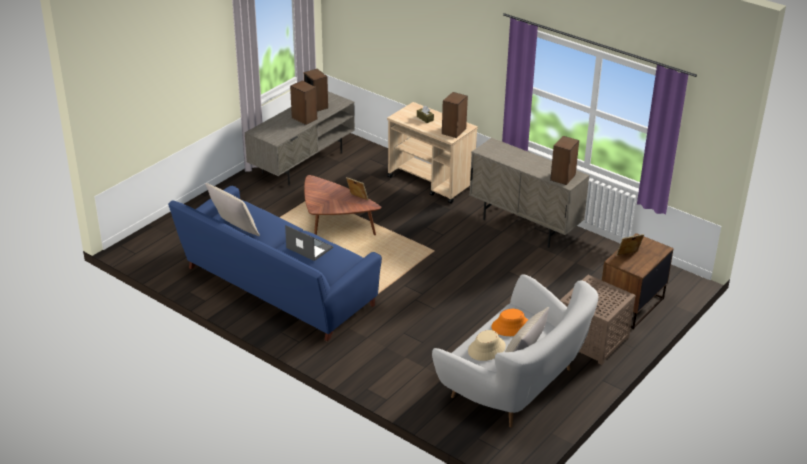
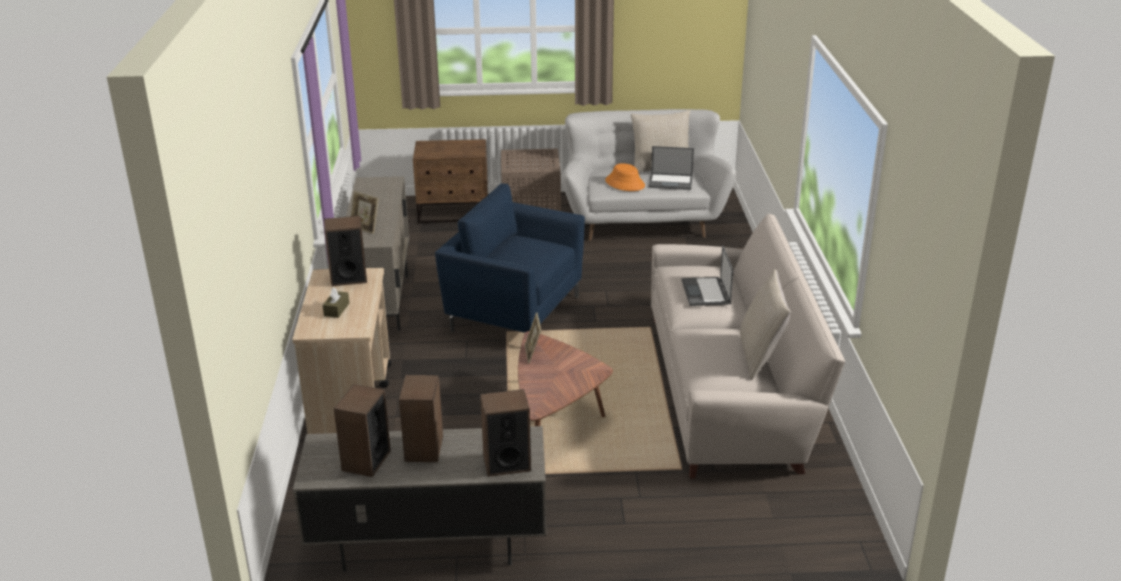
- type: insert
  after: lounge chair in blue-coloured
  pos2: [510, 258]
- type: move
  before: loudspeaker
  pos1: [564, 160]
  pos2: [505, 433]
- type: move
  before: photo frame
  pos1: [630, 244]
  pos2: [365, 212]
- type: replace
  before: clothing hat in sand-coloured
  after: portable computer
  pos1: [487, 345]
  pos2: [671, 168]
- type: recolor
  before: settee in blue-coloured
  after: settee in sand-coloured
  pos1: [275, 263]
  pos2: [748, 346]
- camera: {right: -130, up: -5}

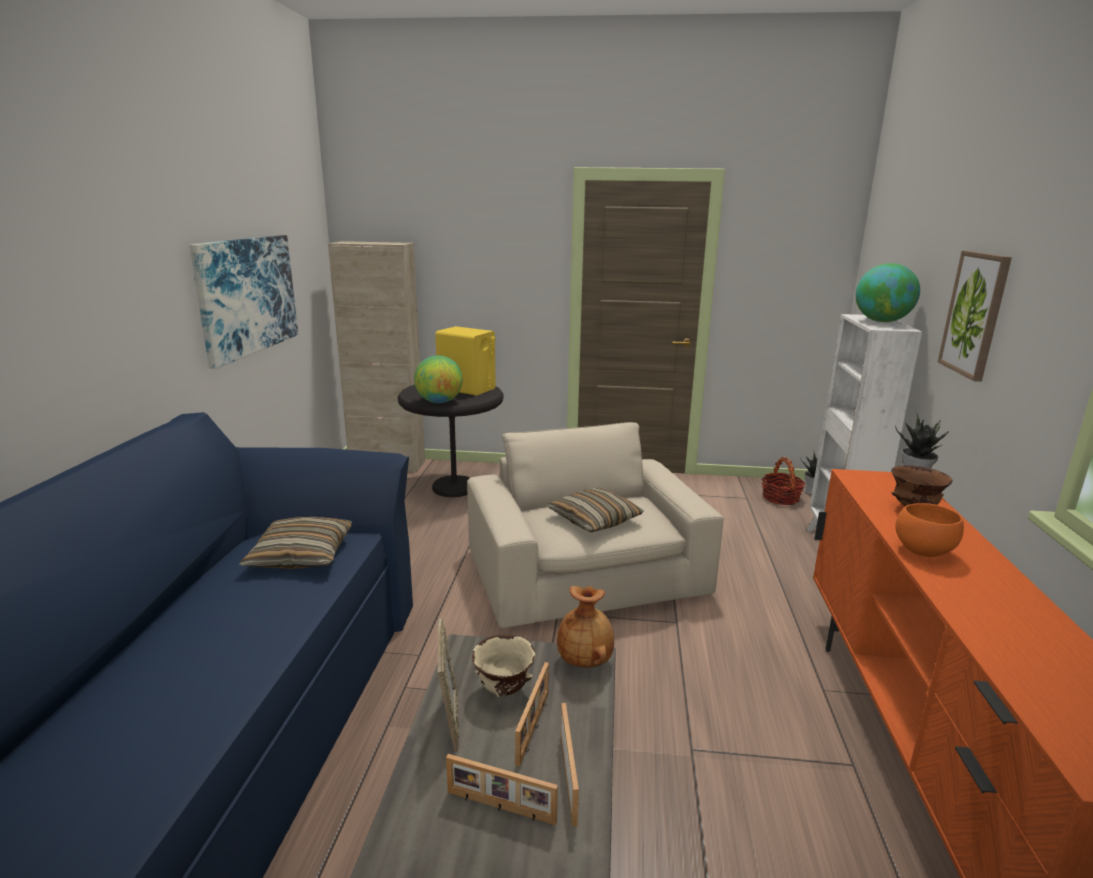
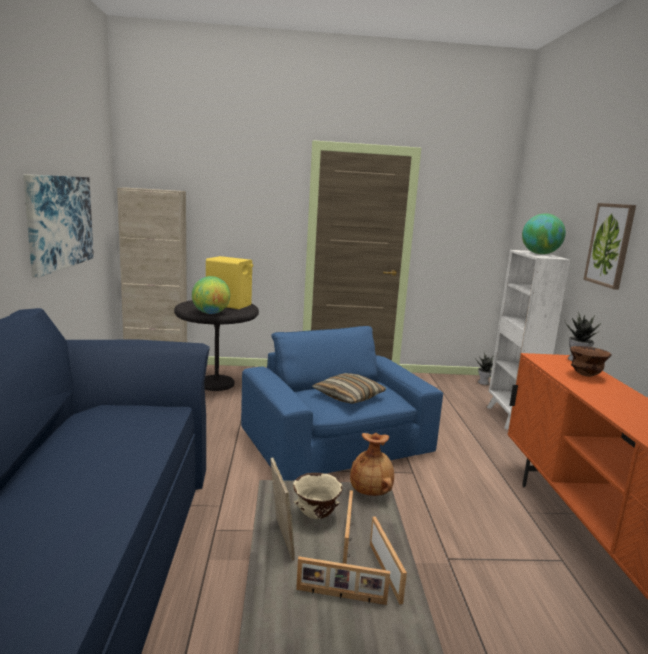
- type: delete
  before: cushion
  pos1: [295, 543]
- type: delete
  before: basket
  pos1: [783, 481]
- type: delete
  before: bowl in orangey
  pos1: [929, 530]
- type: recolor
  before: lounge chair in sand-coloured
  after: lounge chair in blue-coloured
  pos1: [595, 525]
  pos2: [342, 403]
- camera: {right: -10, up: -5}

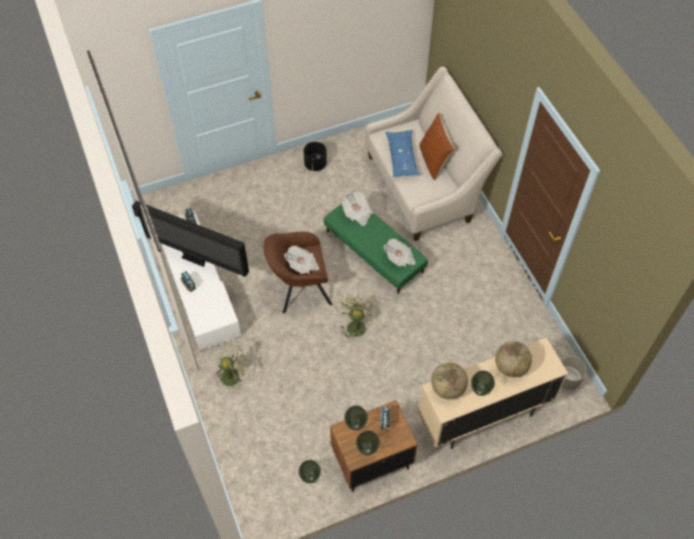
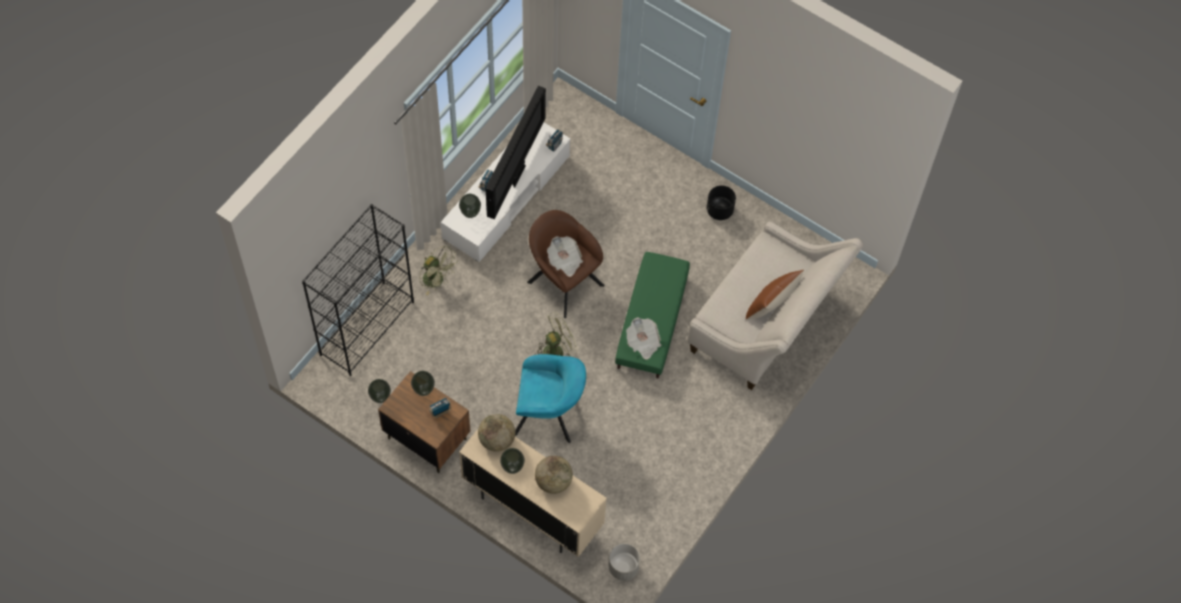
- type: delete
  before: printed paper
  pos1: [357, 209]
- type: delete
  before: cushion in blue-coloured
  pos1: [402, 153]
- type: insert
  after: bookshelf in blackish
  pos2: [358, 290]
- type: insert
  after: lounge chair in turquoise
  pos2: [550, 398]
- type: move
  before: flower vase
  pos1: [368, 443]
  pos2: [470, 206]
- type: rotate
  before: television
  pos1: [190, 239]
  pos2: [516, 152]
  turn: -150
- camera: {right: 55, up: 5}

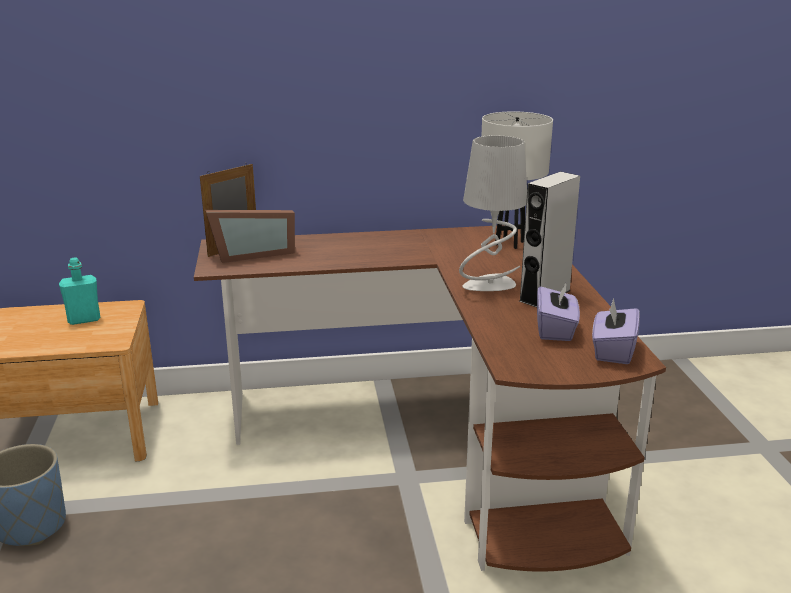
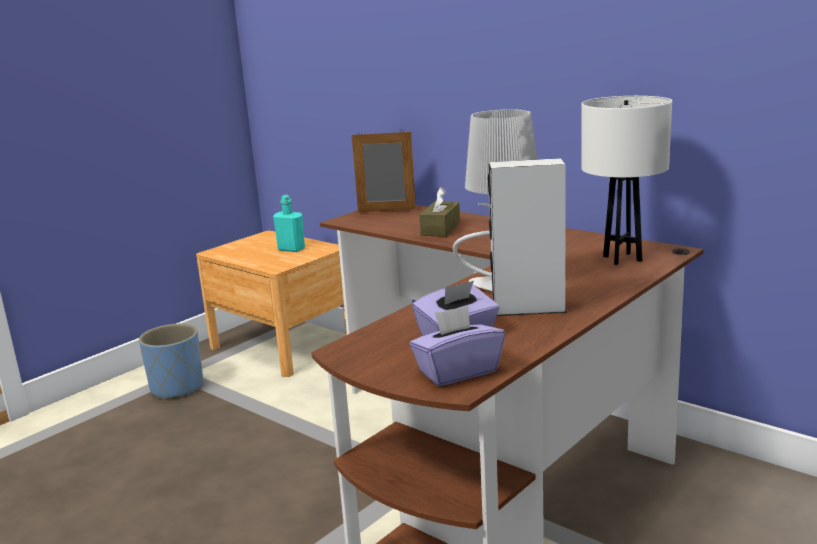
- type: delete
  before: photo frame
  pos1: [250, 236]
- type: insert
  after: box of tissues in brownish
  pos2: [439, 212]
- camera: {right: 50, up: -5}

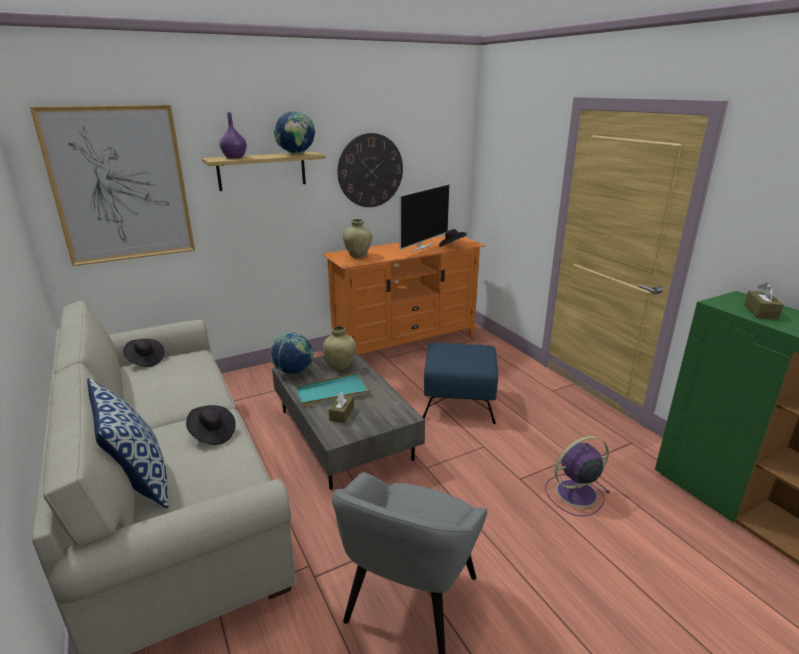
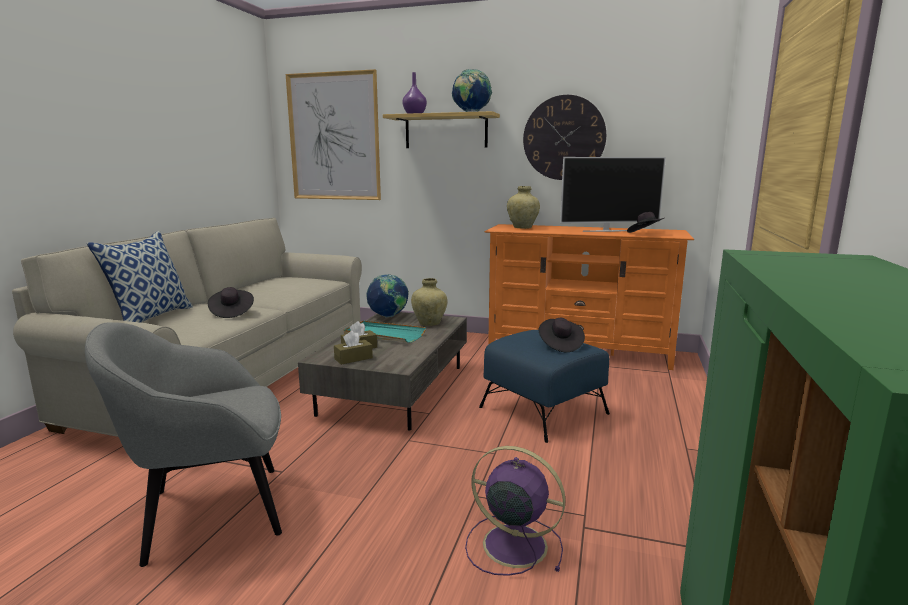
- type: move
  before: clothing hat in blackish
  pos1: [144, 353]
  pos2: [561, 335]
- type: move
  before: box of tissues in brownish
  pos1: [764, 301]
  pos2: [353, 348]
- camera: {right: 45, up: -10}

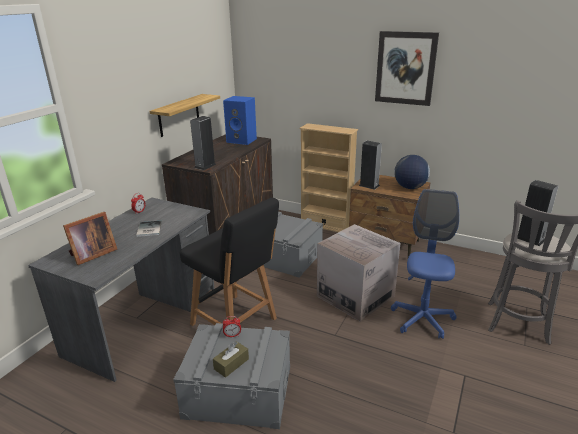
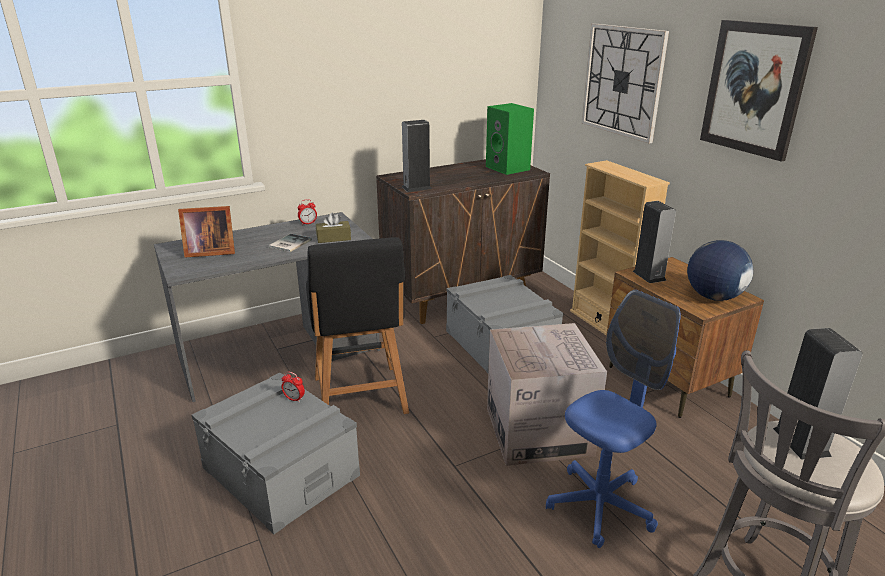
- type: delete
  before: bracket shelf
  pos1: [185, 115]
- type: insert
  after: wall clock
  pos2: [625, 83]
- type: move
  before: box of tissues in brownish
  pos1: [231, 359]
  pos2: [333, 228]
- type: recolor
  before: loudspeaker in blue-coloured
  after: loudspeaker in green-coloured
  pos1: [240, 120]
  pos2: [510, 139]
- camera: {right: 35, up: 0}

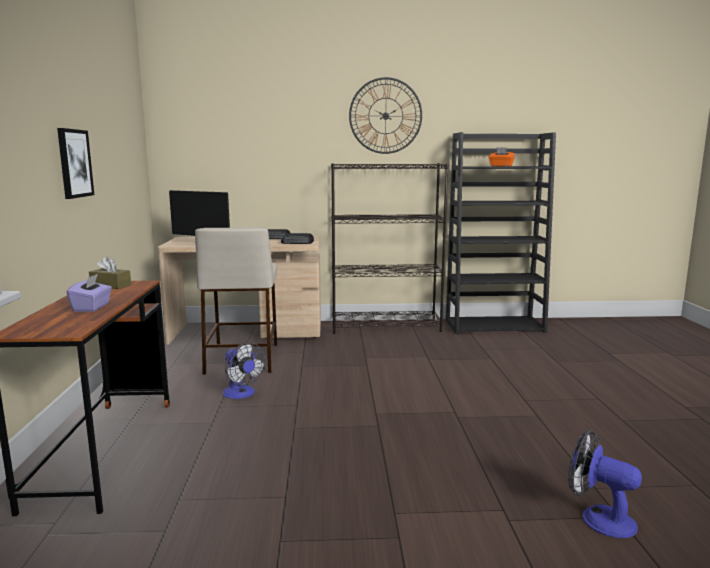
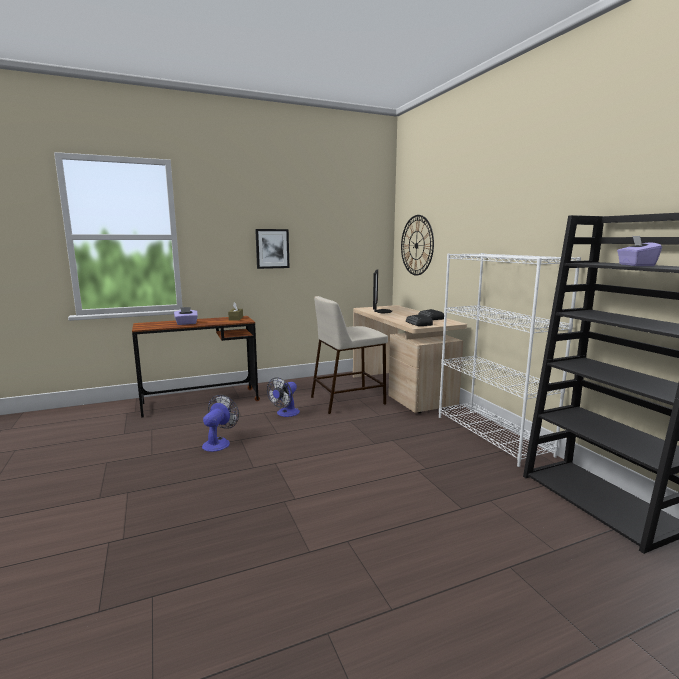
- type: move
  before: wall clock
  pos1: [385, 115]
  pos2: [417, 245]
- type: move
  before: cooling fan
  pos1: [605, 484]
  pos2: [220, 423]
- type: recolor
  before: bookshelf in blackish
  after: bookshelf in white
  pos1: [389, 248]
  pos2: [510, 360]
- type: recolor
  before: box of tissues in orangey
  after: box of tissues in purple
  pos1: [502, 157]
  pos2: [639, 251]
- camera: {right: 70, up: 0}

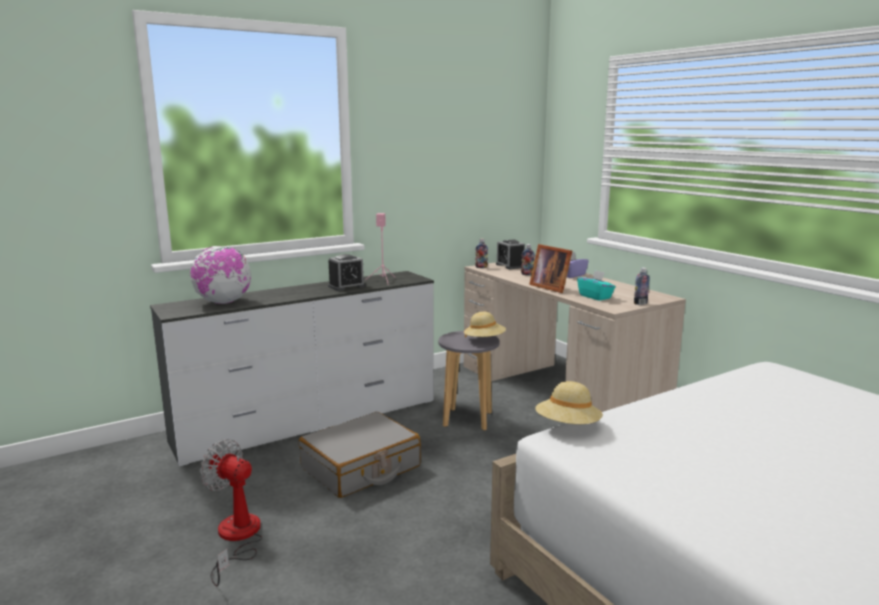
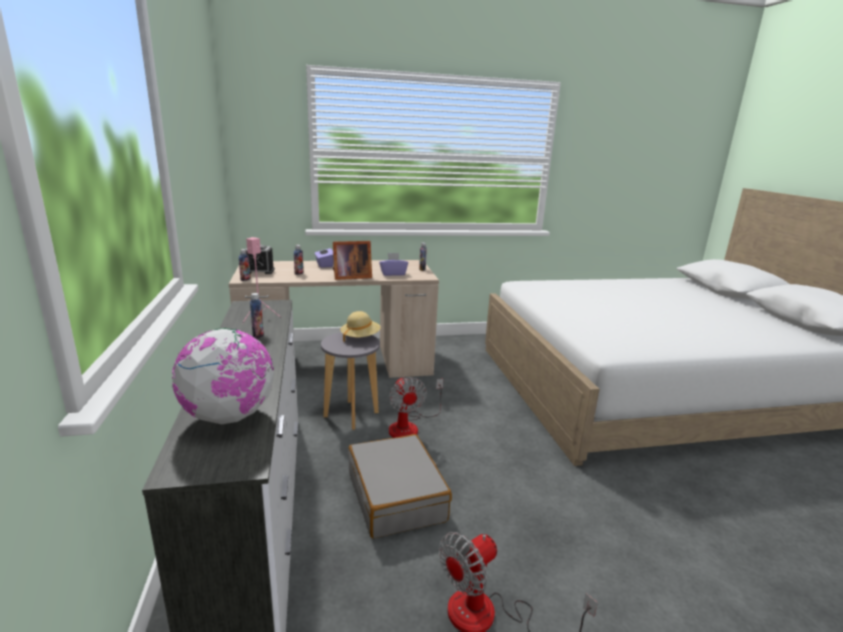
- type: delete
  before: clothing hat in sand-coloured
  pos1: [569, 402]
- type: insert
  after: cooling fan
  pos2: [416, 407]
- type: replace
  before: table clock
  after: drink bottle
  pos1: [347, 272]
  pos2: [257, 315]
- type: recolor
  before: box of tissues in turquoise
  after: box of tissues in purple
  pos1: [596, 285]
  pos2: [393, 264]
- camera: {right: -70, up: 5}

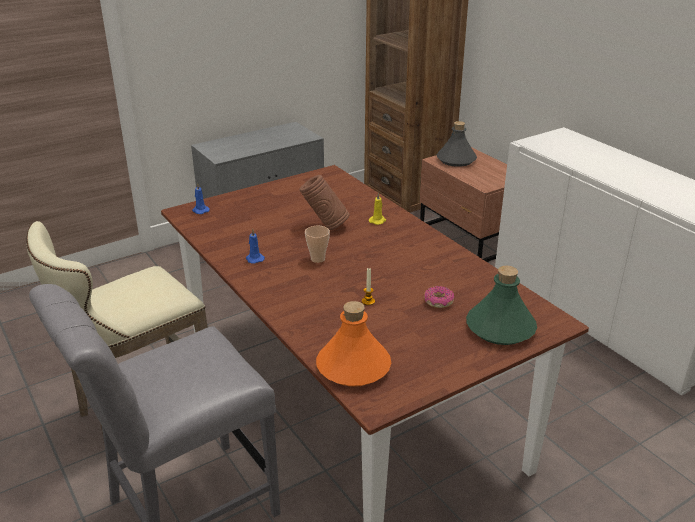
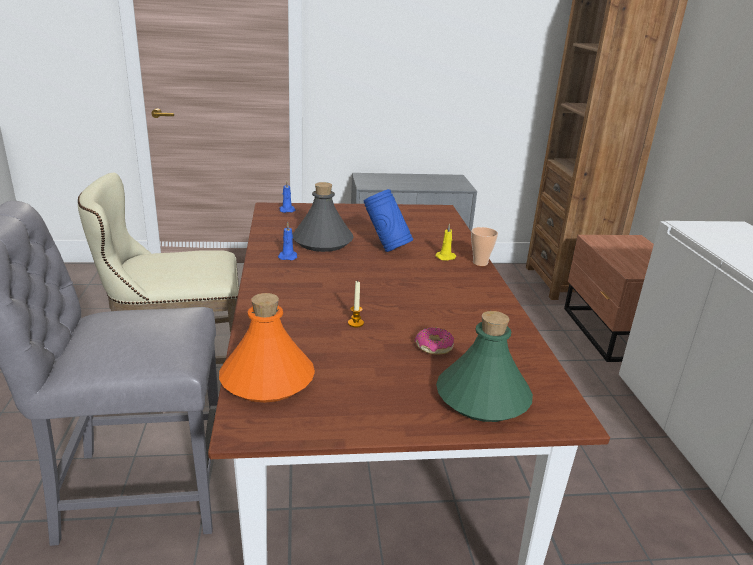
- type: move
  before: drinking cup
  pos1: [317, 244]
  pos2: [484, 246]
- type: move
  before: drink bottle in greyish
  pos1: [457, 144]
  pos2: [322, 217]
- type: recolor
  before: flower vase in brownish
  after: flower vase in blue-coloured
  pos1: [325, 202]
  pos2: [388, 220]
- camera: {right: 25, up: -5}

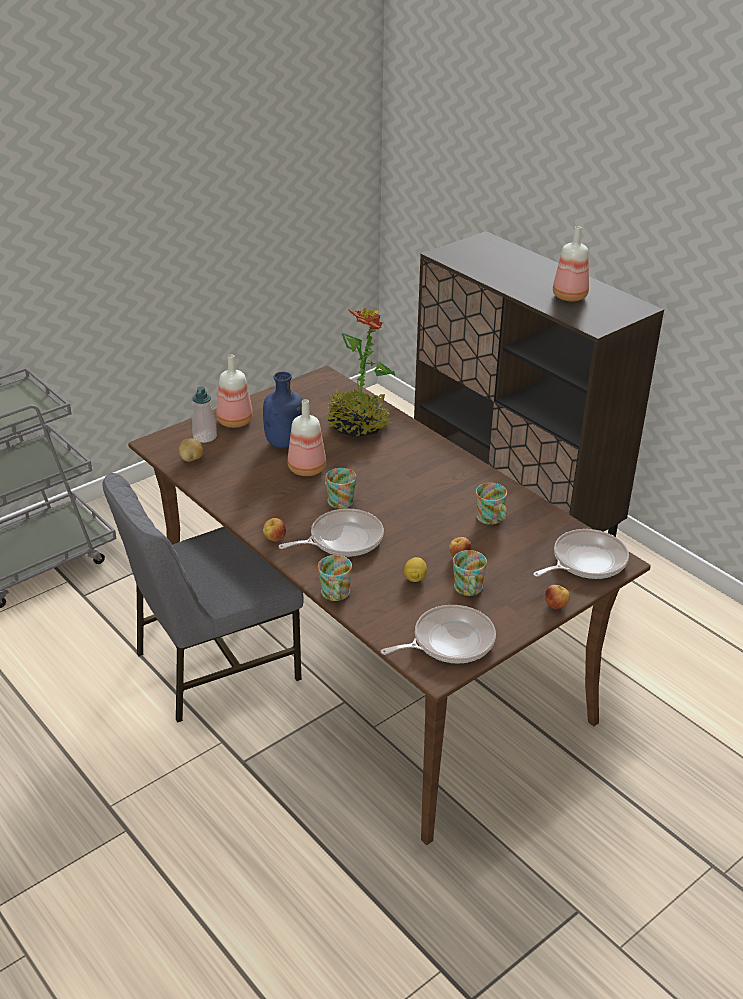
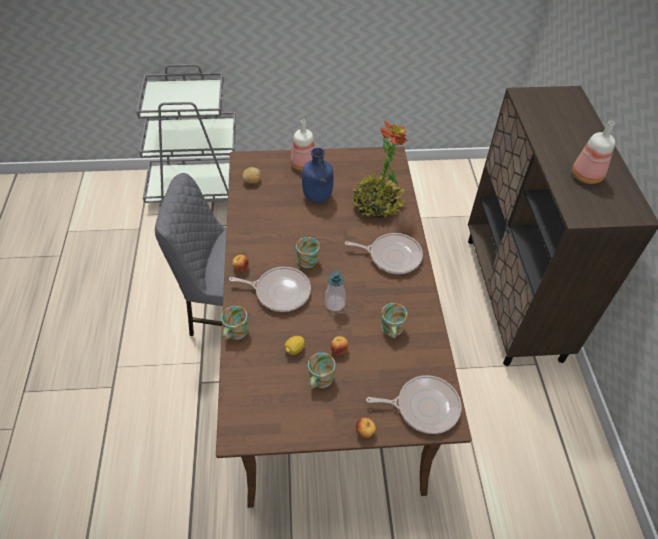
- type: delete
  before: drink bottle
  pos1: [307, 437]
- type: move
  before: soap dispenser
  pos1: [204, 414]
  pos2: [335, 291]
- type: move
  before: frying pan
  pos1: [438, 634]
  pos2: [384, 253]
- camera: {right: 35, up: 15}

